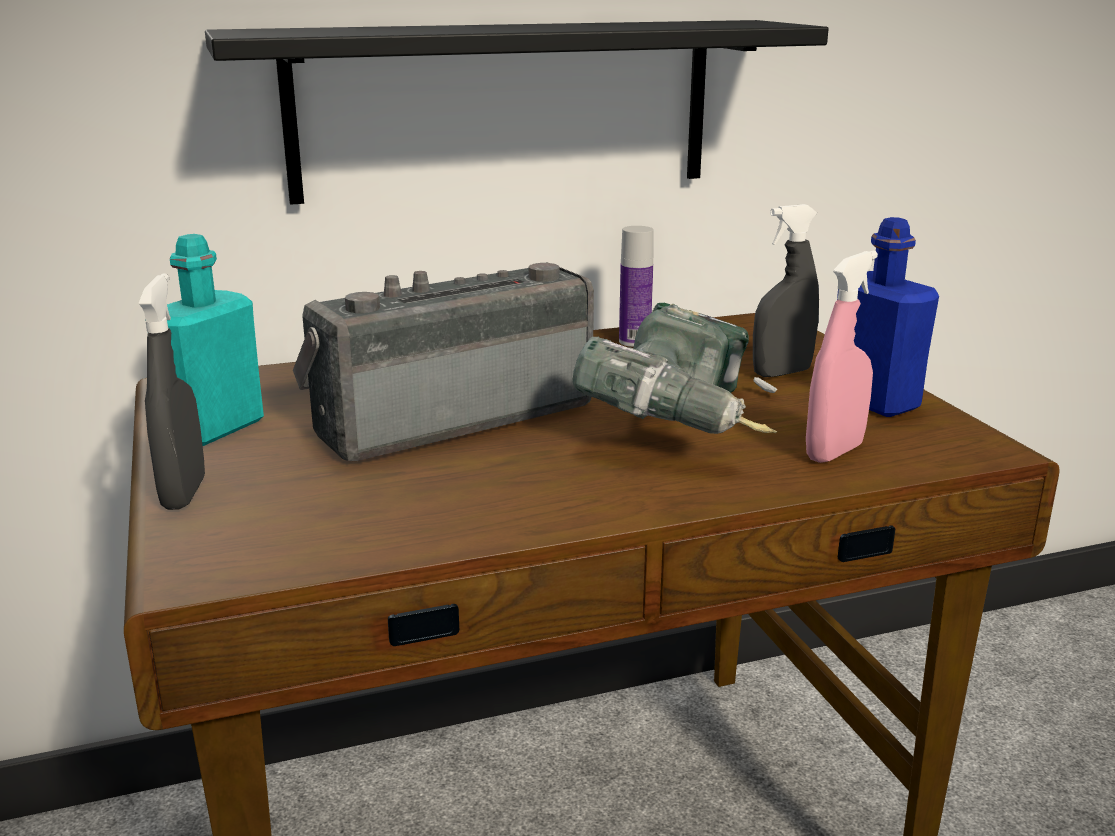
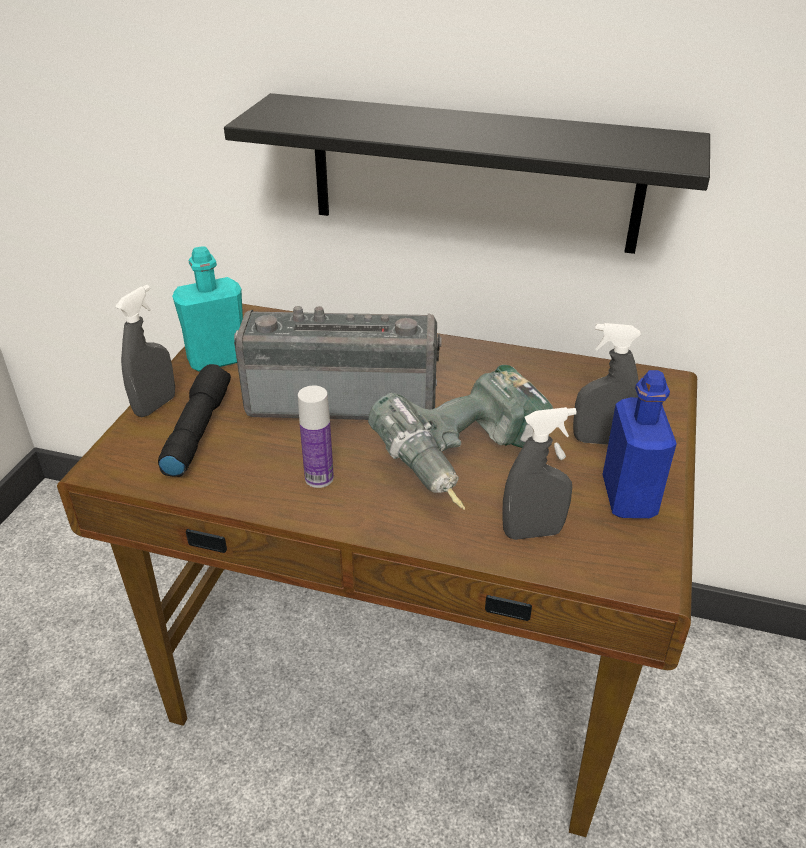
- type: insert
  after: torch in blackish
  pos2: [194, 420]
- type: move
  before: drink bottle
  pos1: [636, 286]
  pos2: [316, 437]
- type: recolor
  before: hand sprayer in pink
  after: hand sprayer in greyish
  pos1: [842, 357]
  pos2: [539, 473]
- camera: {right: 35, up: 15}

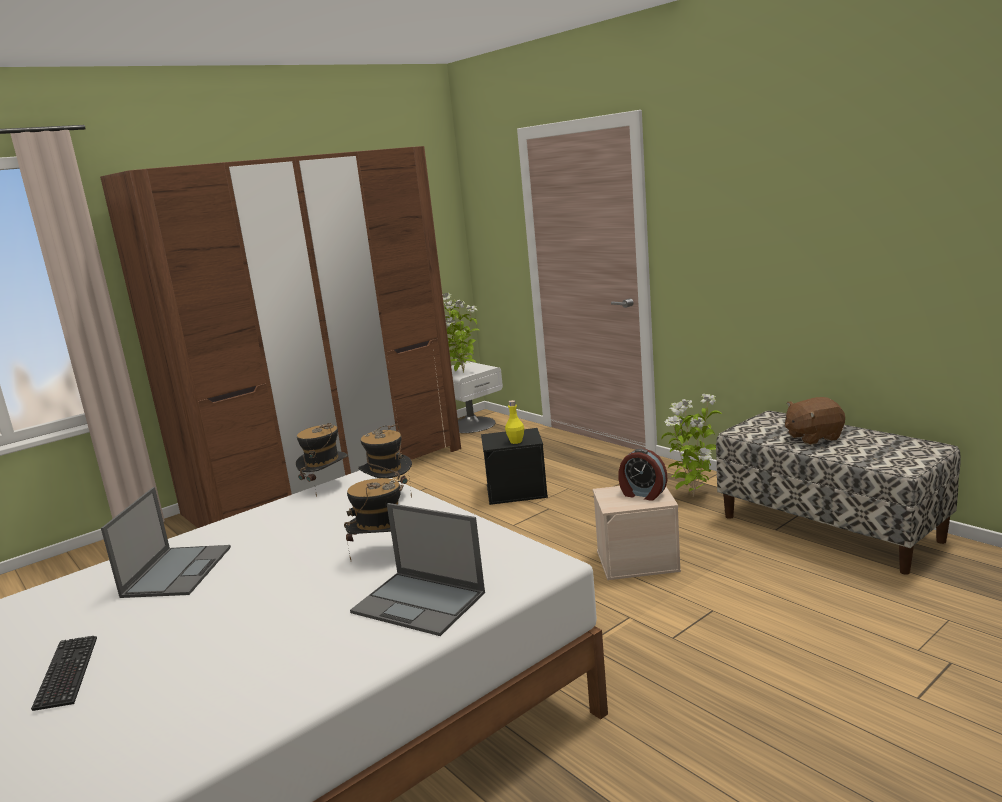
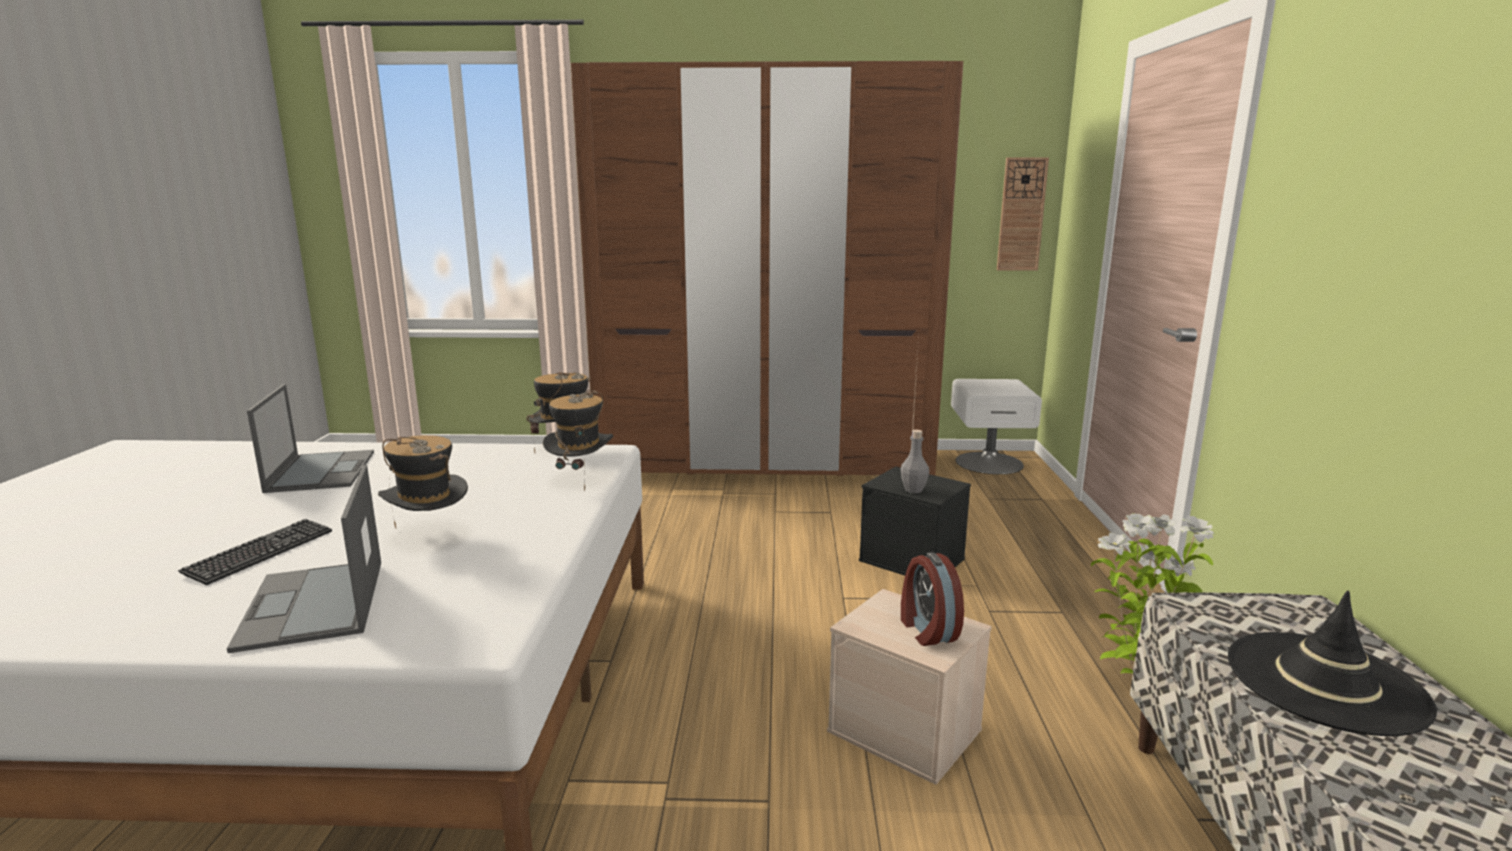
- type: delete
  before: houseplant
  pos1: [460, 332]
- type: insert
  after: wall clock
  pos2: [1023, 214]
- type: move
  before: PC keyboard
  pos1: [64, 673]
  pos2: [255, 552]
- type: replace
  before: plush toy in brownish
  after: clothing hat in blackish
  pos1: [815, 421]
  pos2: [1332, 663]
- type: recolor
  before: drink bottle in yellowish
  after: drink bottle in greyish
  pos1: [514, 422]
  pos2: [915, 461]
- type: rotate
  before: portable computer
  pos1: [166, 542]
  pos2: [310, 438]
  turn: -60
- camera: {right: 40, up: 0}

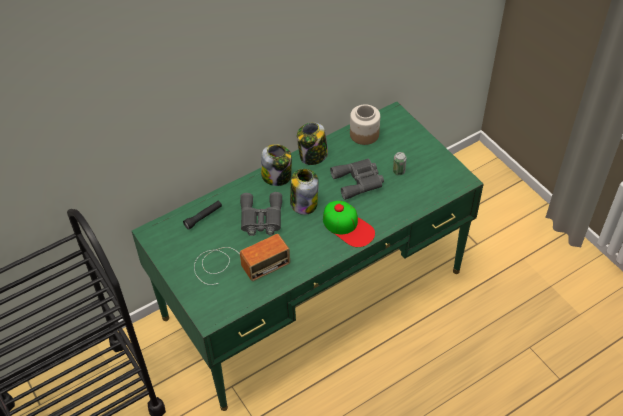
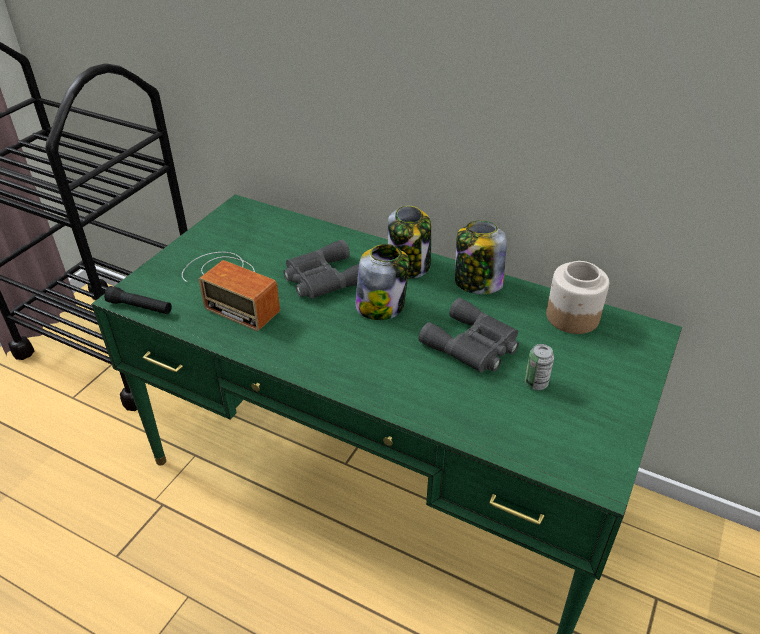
- type: delete
  before: baseball cap
  pos1: [349, 224]
- type: move
  before: torch in blackish
  pos1: [202, 215]
  pos2: [138, 300]
- camera: {right: 60, up: -10}

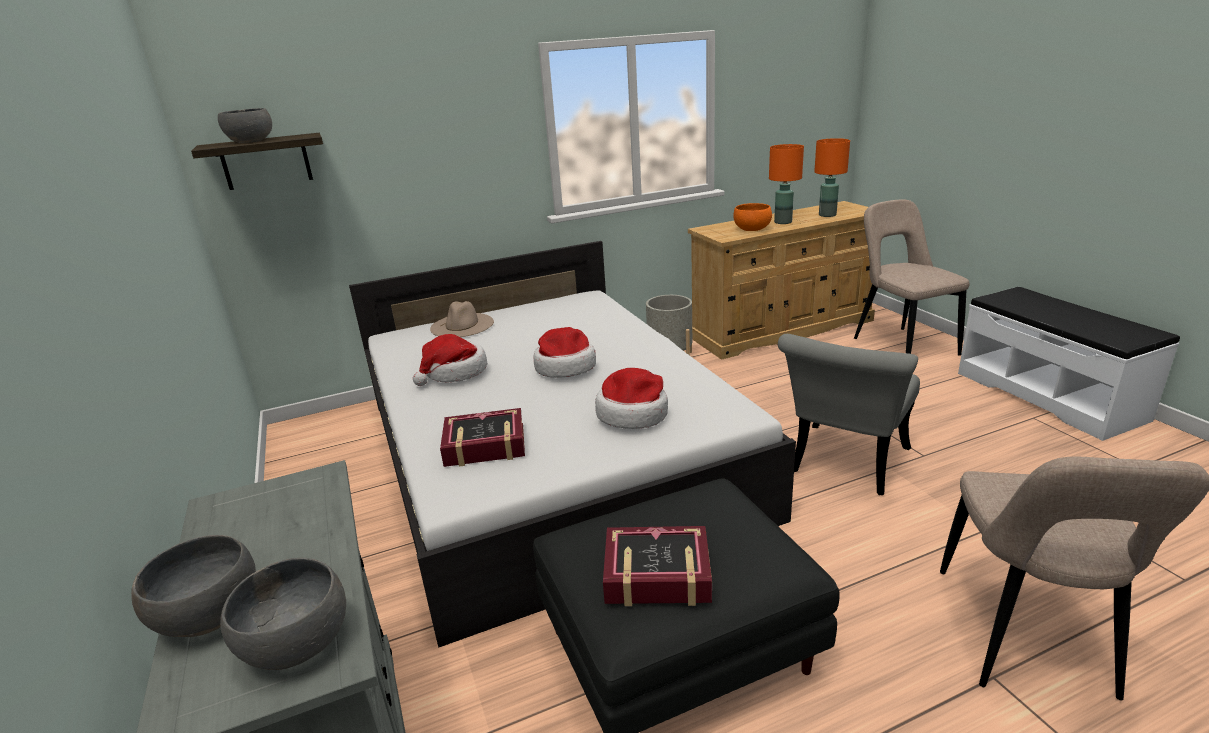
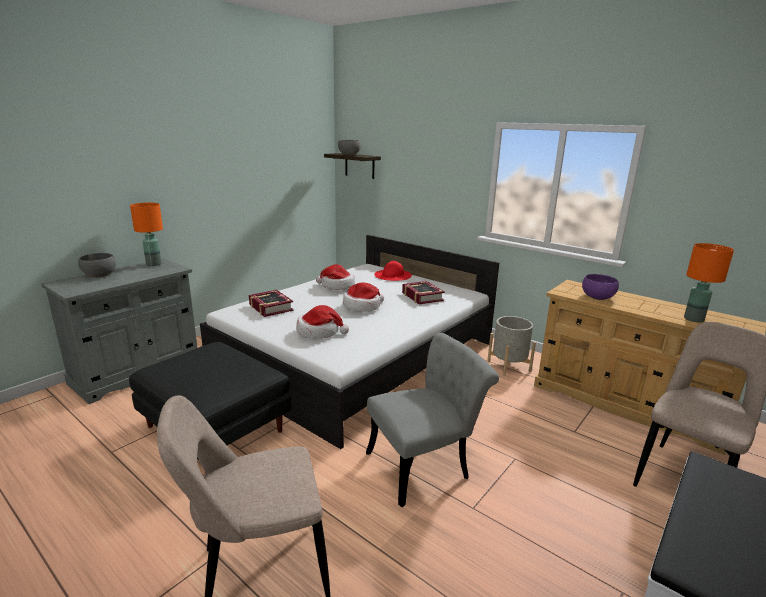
- type: delete
  before: bowl in greyish
  pos1: [283, 614]
- type: move
  before: volume
  pos1: [657, 566]
  pos2: [423, 292]
- type: move
  before: tabletop lamp in orangey
  pos1: [786, 184]
  pos2: [146, 234]
- type: recolor
  before: clothing hat in sand-coloured
  after: clothing hat in red
  pos1: [462, 319]
  pos2: [393, 271]
- type: recolor
  before: bowl in orangey
  after: bowl in purple
  pos1: [752, 217]
  pos2: [600, 287]
- type: rotate
  before: plain chair in greyish
  pos1: [849, 414]
  pos2: [432, 420]
  turn: 150
- camera: {right: 60, up: -5}

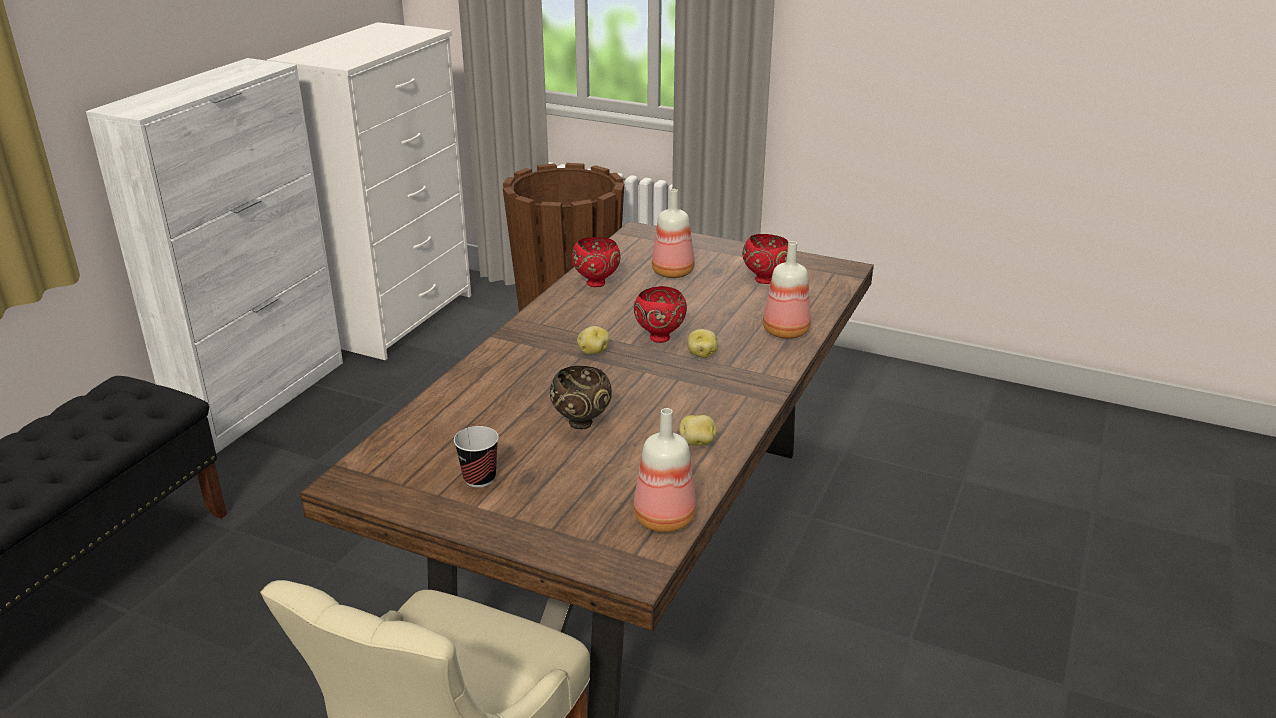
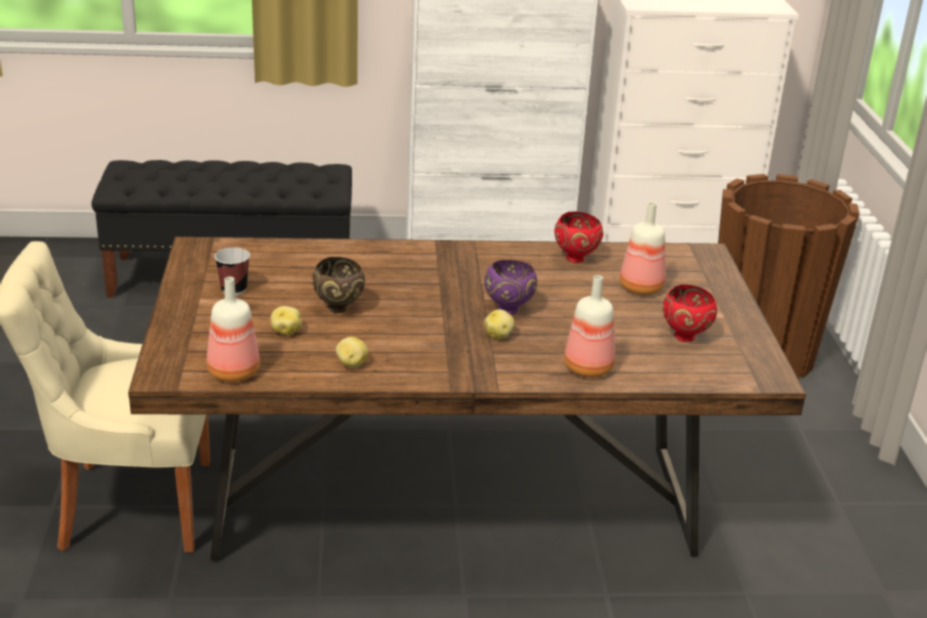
- type: move
  before: whole potato
  pos1: [593, 340]
  pos2: [286, 320]
- type: recolor
  before: bowl in red
  after: bowl in purple
  pos1: [660, 314]
  pos2: [510, 287]
- camera: {right: 60, up: 0}

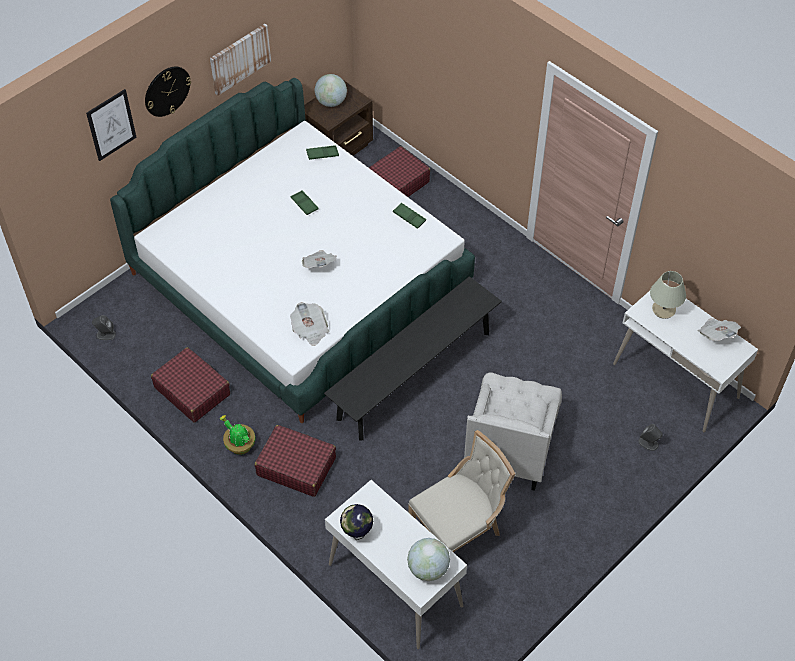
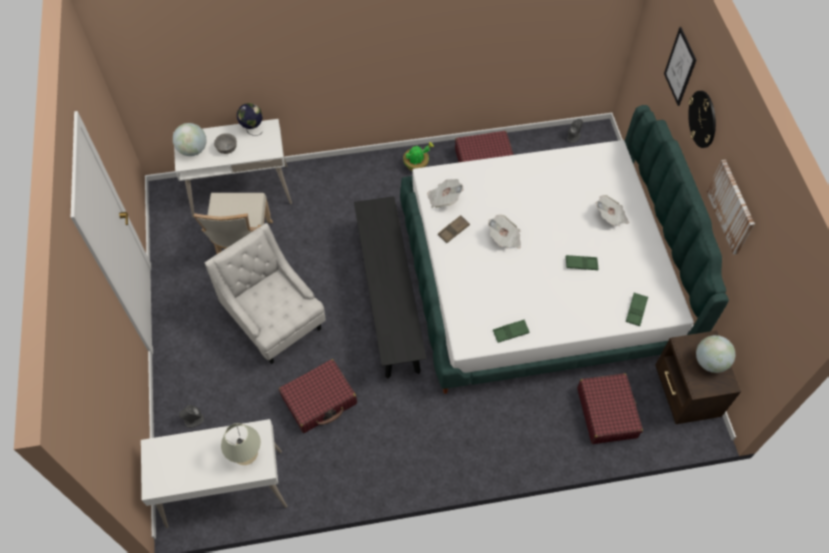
- type: insert
  after: bowl in greyish
  pos2: [225, 143]
- type: insert
  after: serving tray in brownish
  pos2: [454, 229]
- type: move
  before: travel case in red
  pos1: [295, 461]
  pos2: [318, 396]
- type: move
  before: printed paper
  pos1: [719, 329]
  pos2: [612, 210]
- camera: {right: 125, up: 5}

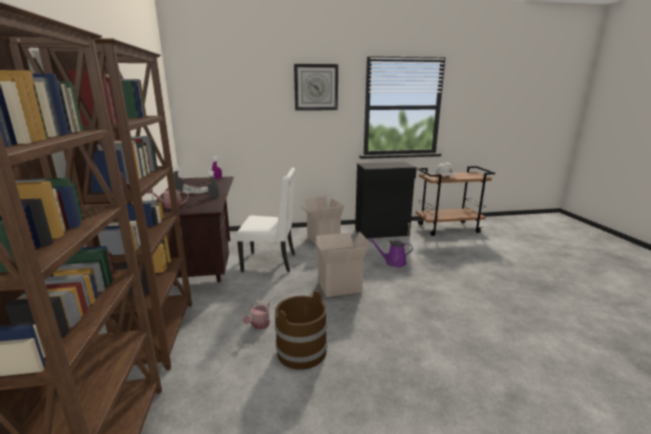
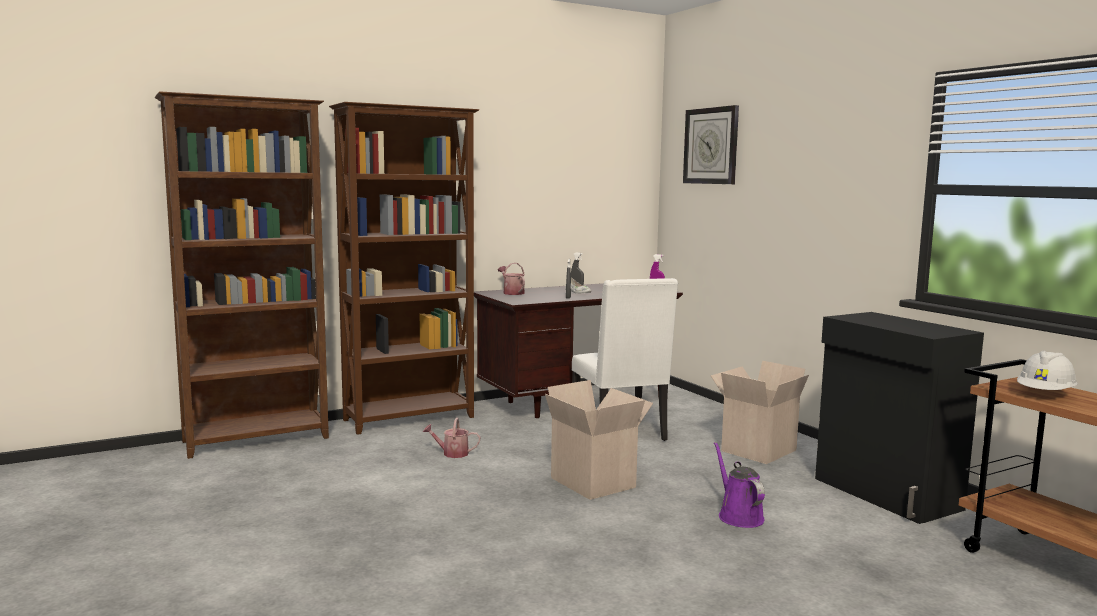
- type: delete
  before: bucket in brownish
  pos1: [301, 330]
- type: move
  before: wall clock
  pos1: [316, 87]
  pos2: [711, 144]
- camera: {right: 70, up: -10}

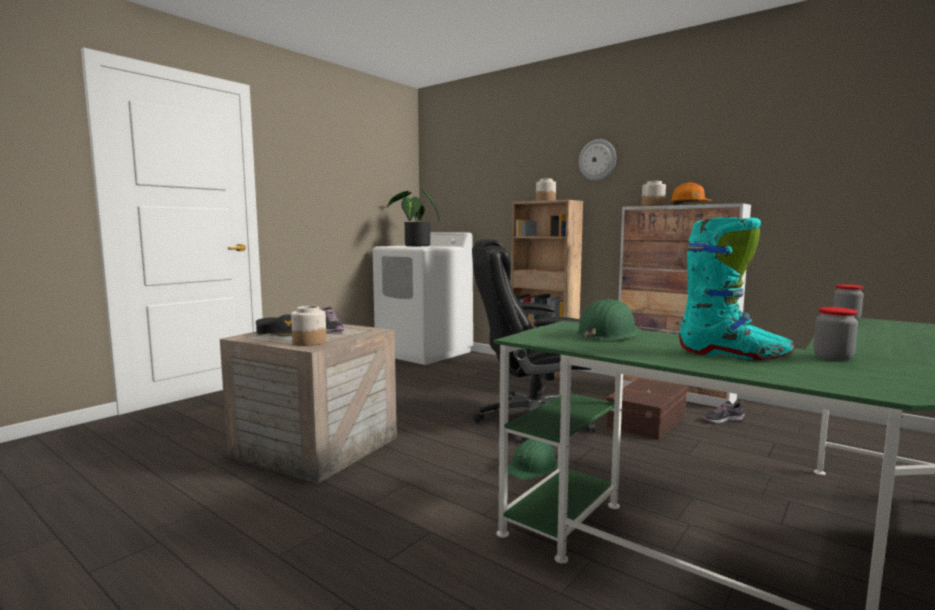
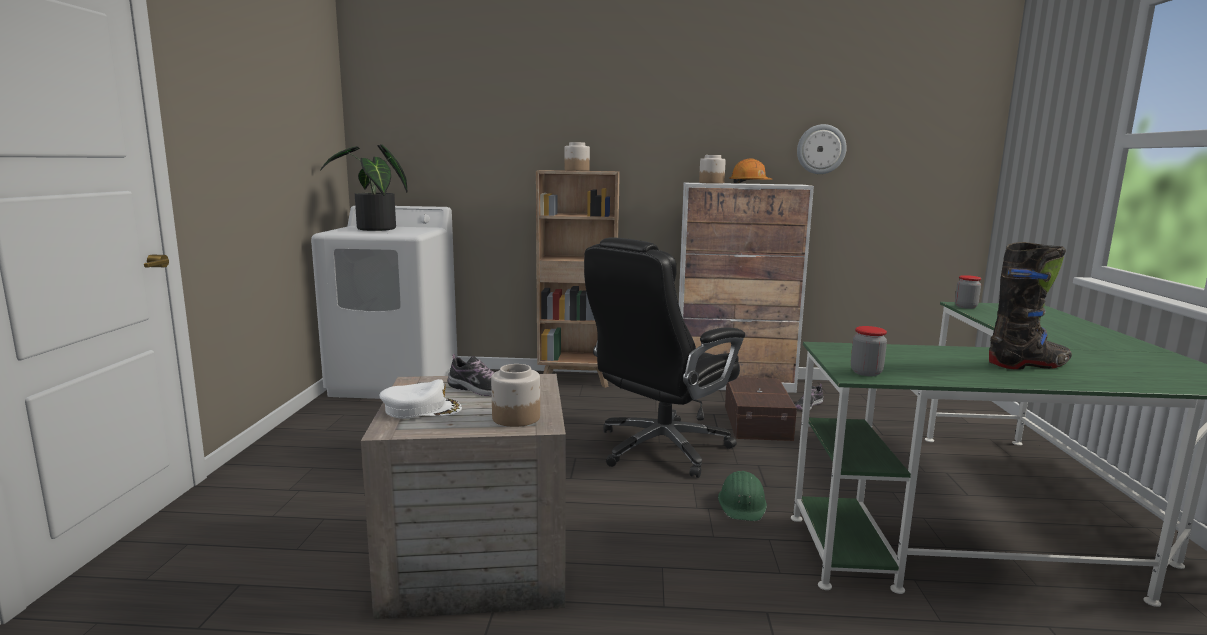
- type: delete
  before: hard hat in green-coloured
  pos1: [608, 320]
- type: move
  before: wall clock
  pos1: [597, 159]
  pos2: [822, 149]
- type: move
  before: preserve jar
  pos1: [835, 334]
  pos2: [869, 351]
- type: recolor
  before: baseball cap in blackish
  after: baseball cap in white
  pos1: [274, 325]
  pos2: [421, 399]
- type: recolor
  before: boot in turquoise
  after: boot in blackish
  pos1: [737, 288]
  pos2: [1030, 305]
- camera: {right: -35, up: 5}

